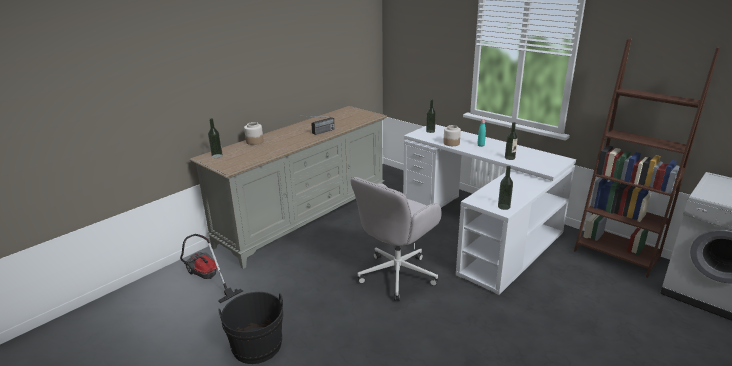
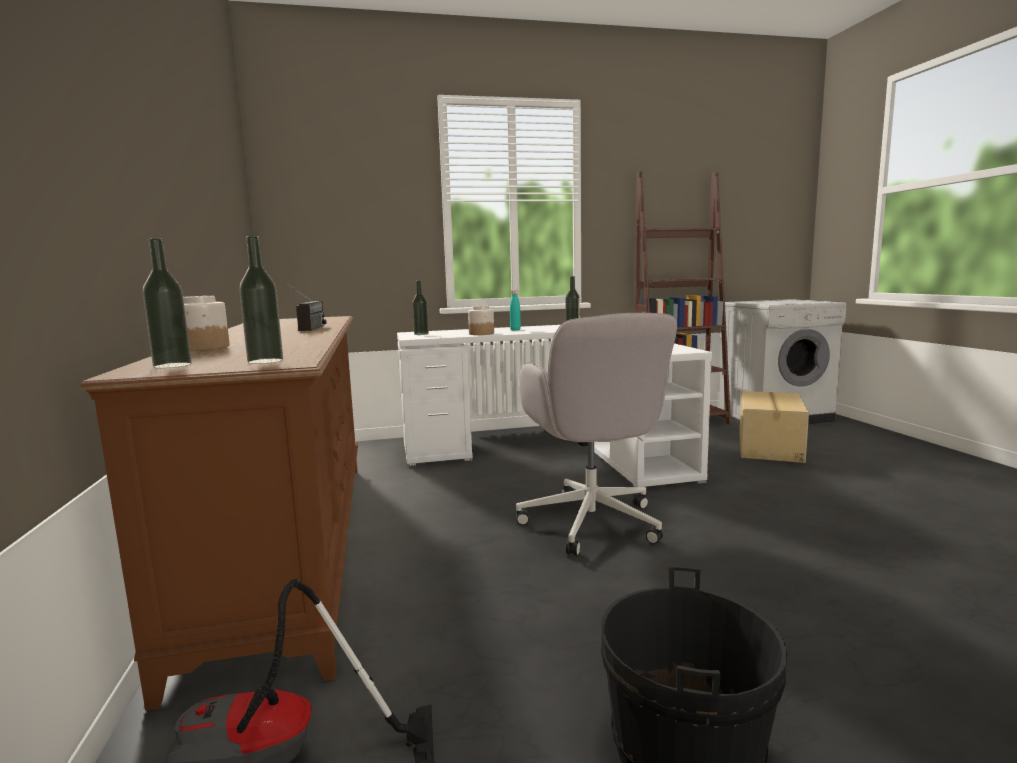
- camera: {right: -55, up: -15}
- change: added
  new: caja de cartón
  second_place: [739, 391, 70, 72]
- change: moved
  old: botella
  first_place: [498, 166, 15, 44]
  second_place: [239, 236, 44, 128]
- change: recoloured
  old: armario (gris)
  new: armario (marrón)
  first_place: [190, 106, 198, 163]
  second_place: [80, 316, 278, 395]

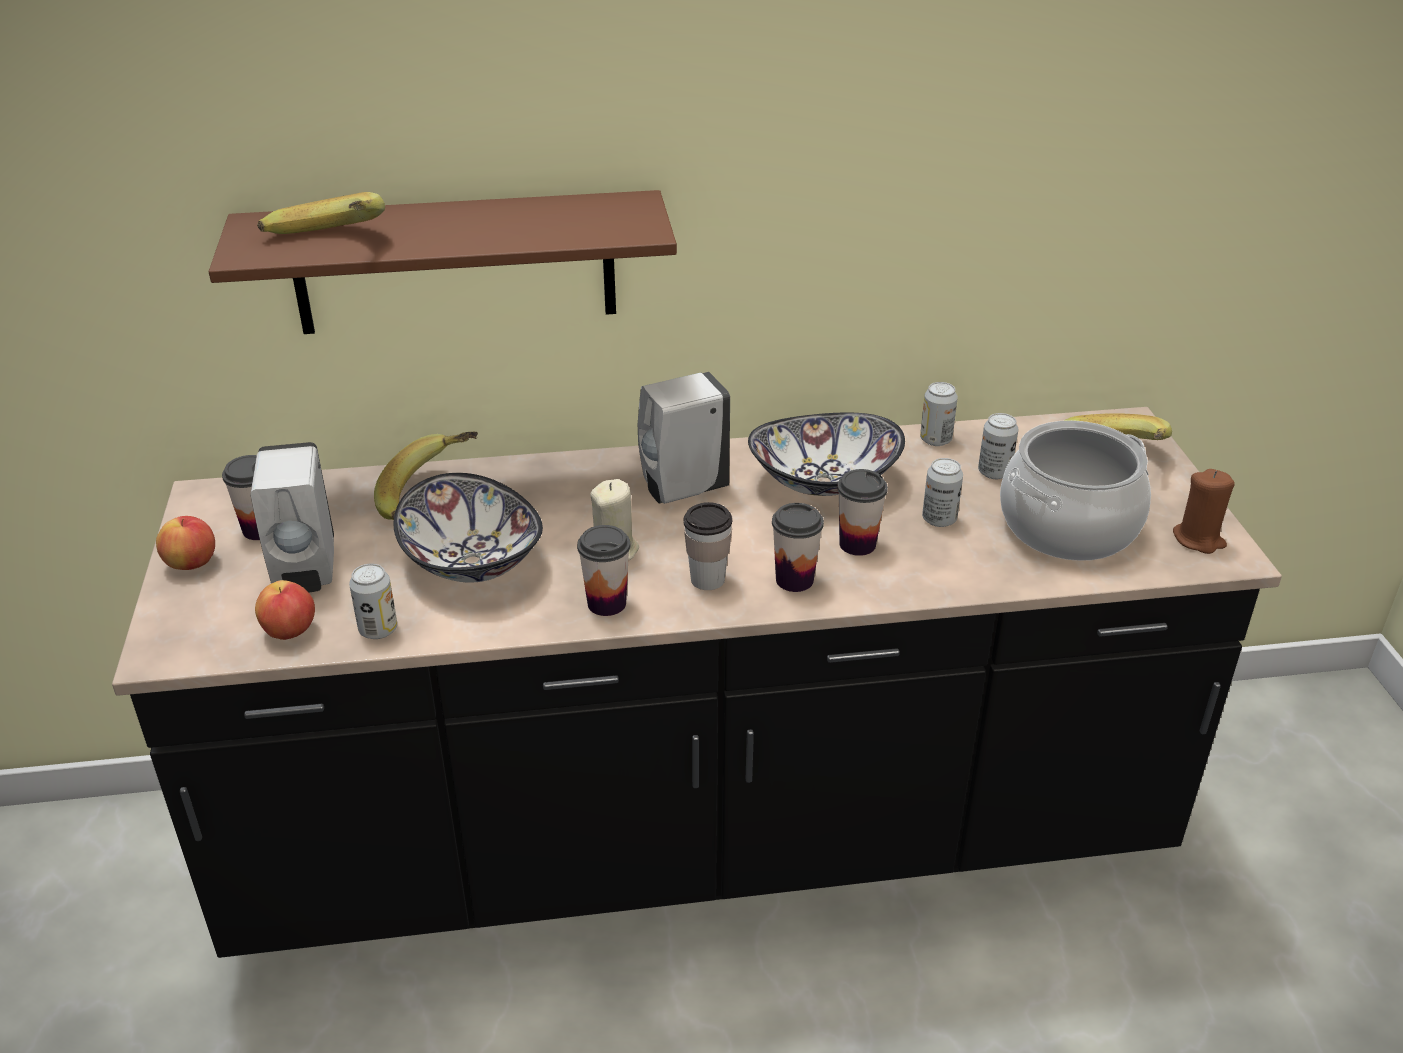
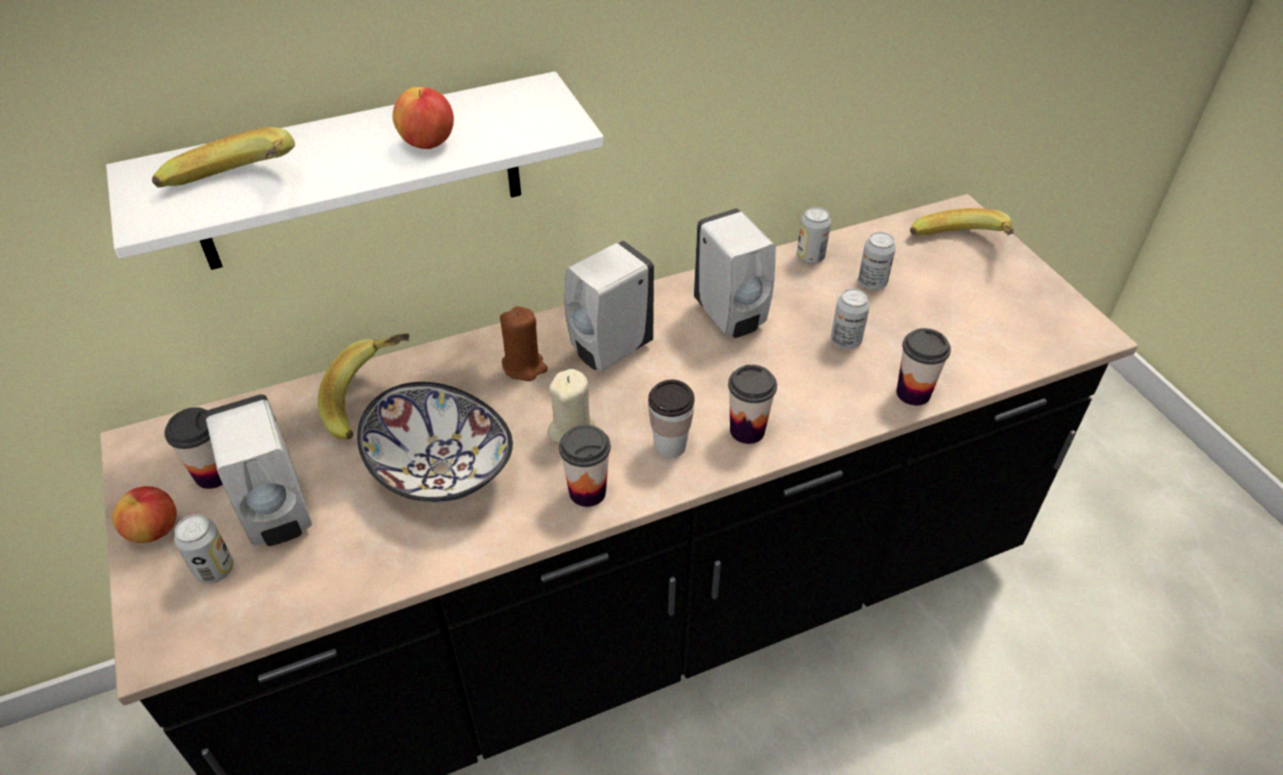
- camera: {right: -15, up: 10}
- change: removed
  old: olla
  first_place: [1000, 420, 151, 141]
- change: moved
  old: manzana
  first_place: [255, 580, 60, 60]
  second_place: [393, 87, 61, 62]
- change: moved
  old: lata
  first_place: [349, 564, 48, 75]
  second_place: [174, 514, 59, 70]
- change: moved
  old: taza
  first_place: [837, 469, 51, 87]
  second_place: [896, 328, 55, 78]
- change: moved
  old: vela (marrón)
  first_place: [1173, 469, 62, 85]
  second_place: [500, 306, 48, 75]
- change: replaced
  old: cuenco
  new: dispensador de jabón (blanco)
  first_place: [748, 413, 157, 83]
  second_place: [694, 208, 82, 130]
- change: recoloured
  old: estante (marrón)
  new: estante (blanco)
  first_place: [209, 190, 468, 144]
  second_place: [106, 71, 498, 199]

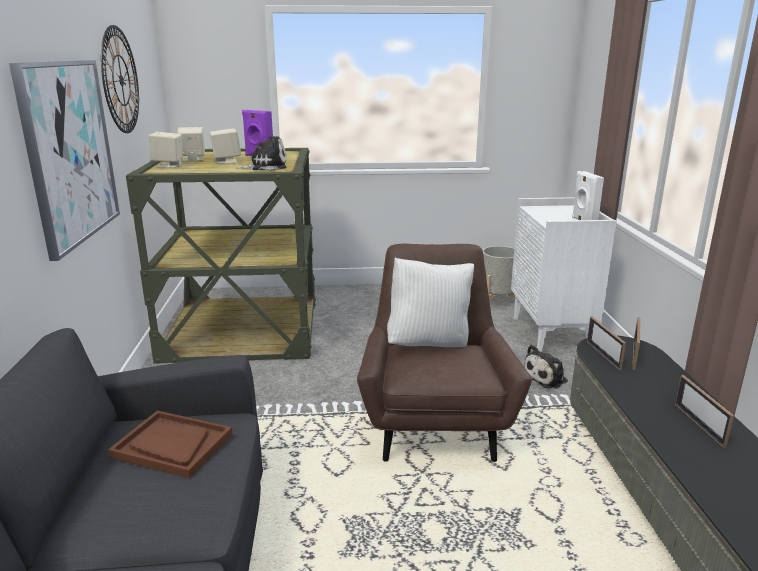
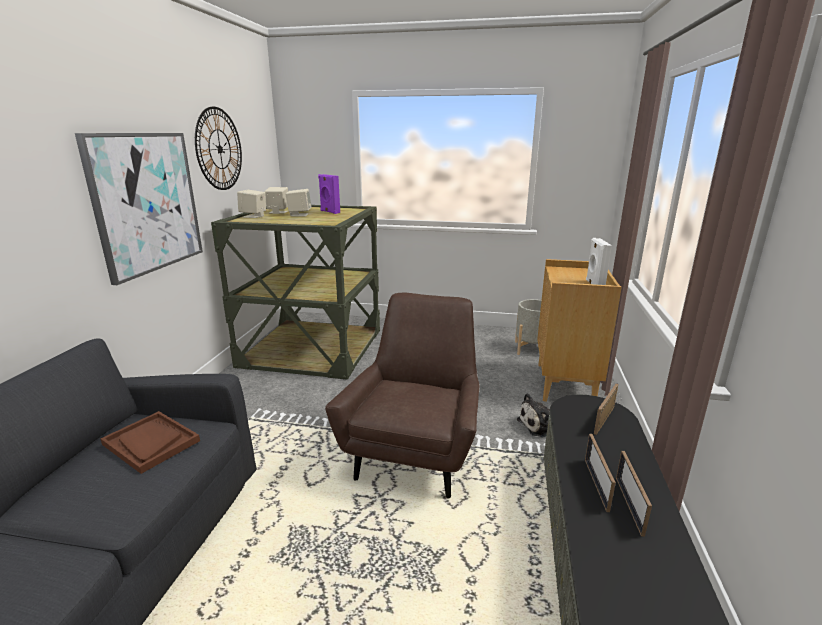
- camera: {right: 15, up: 0}
- change: removed
  old: peluche
  first_place: [236, 136, 50, 35]
- change: removed
  old: cojín (blanco)
  first_place: [387, 257, 87, 90]
- change: moved
  old: portarretratos
  first_place: [587, 317, 39, 53]
  second_place: [585, 434, 31, 78]
- change: recoloured
  old: armario (blanco)
  new: armario (marrón)
  first_place: [511, 197, 105, 155]
  second_place: [537, 259, 85, 143]

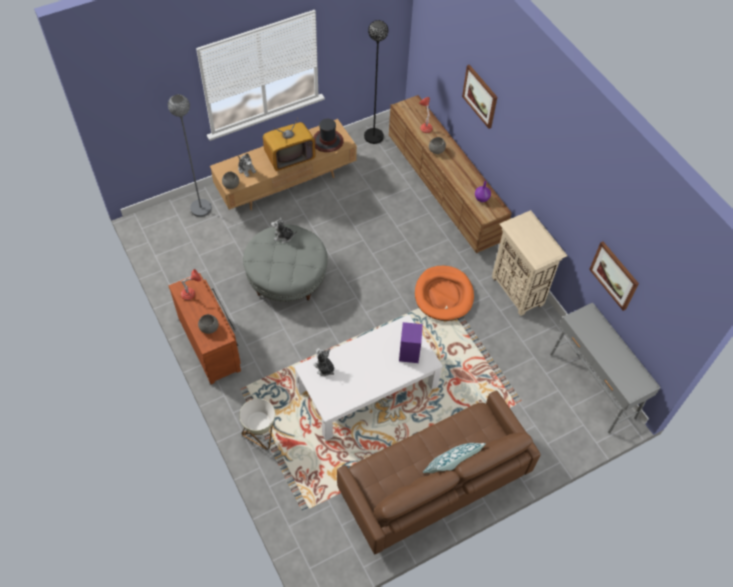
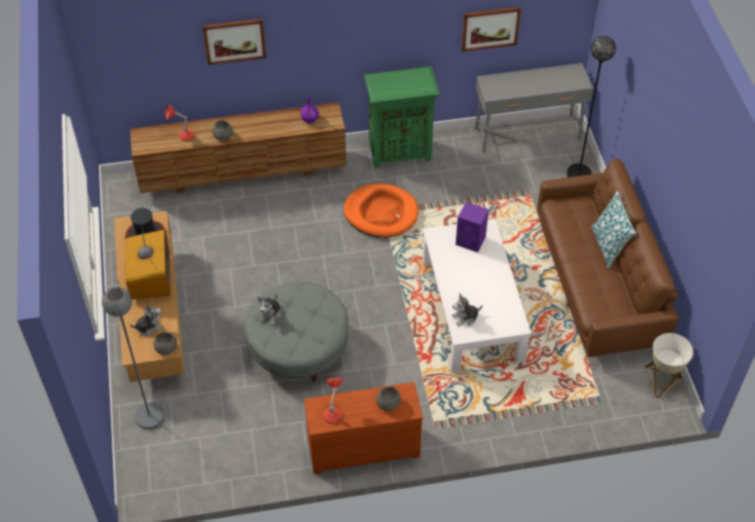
- camera: {right: -70, up: -5}
- change: moved
  old: maceta
  first_place: [239, 398, 36, 52]
  second_place: [645, 333, 48, 65]
- change: moved
  old: lámpara de pie (negro)
  first_place: [364, 20, 24, 124]
  second_place: [567, 36, 49, 141]
- change: recoloured
  old: armario (beis)
  new: armario (verde)
  first_place: [492, 210, 75, 106]
  second_place: [364, 66, 76, 102]

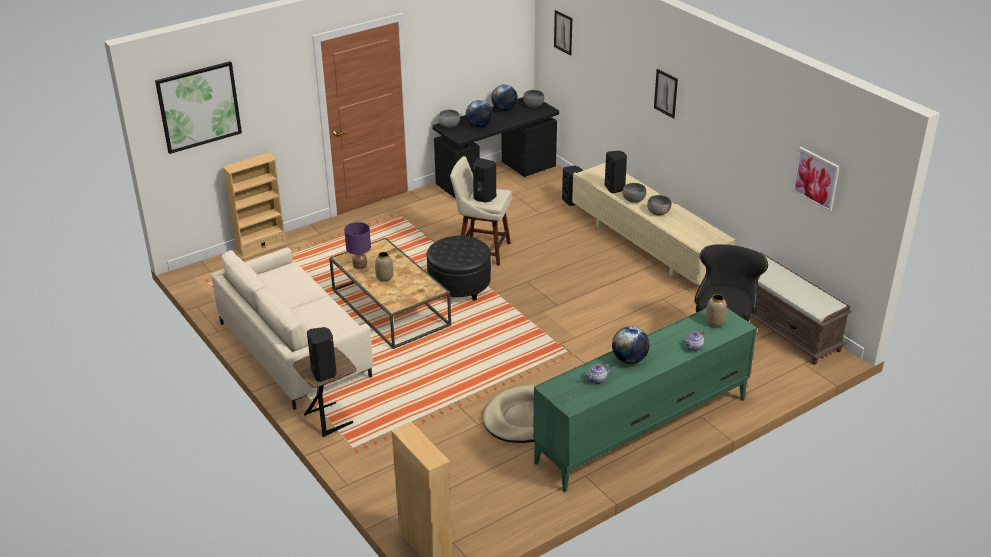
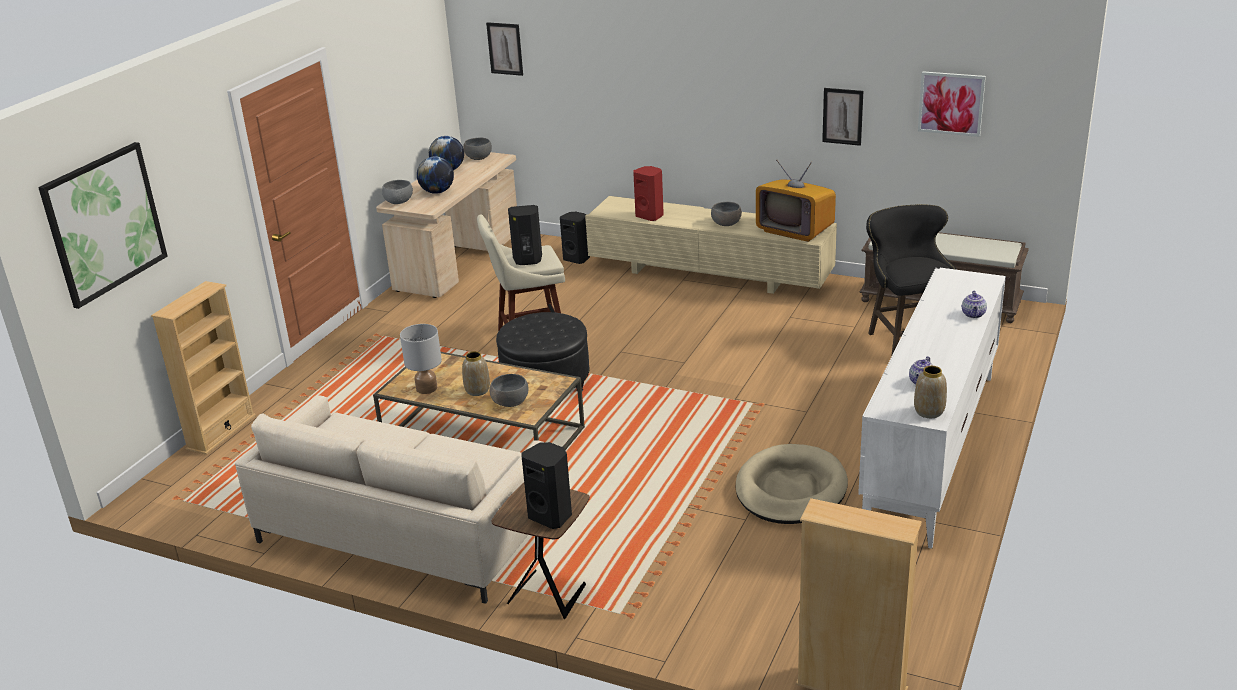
- camera: {right: -30, up: -5}
- change: removed
  old: globo terráqueo
  first_place: [612, 326, 37, 38]
- change: added
  new: televisor
  second_place: [756, 160, 80, 82]
- change: moved
  old: cuenco (gris)
  first_place: [622, 183, 24, 20]
  second_place: [489, 374, 40, 33]
- change: moved
  old: cuadro
  first_place: [654, 69, 24, 50]
  second_place: [822, 88, 41, 58]
- change: moved
  old: florero
  first_place: [705, 294, 22, 34]
  second_place: [914, 366, 33, 52]
- change: recoloured
  old: lámpara de mesa (morado)
  new: lámpara de mesa (gris)
  first_place: [344, 222, 27, 47]
  second_place: [400, 324, 42, 70]
- change: recoloured
  old: escritorio (negro)
  new: escritorio (beis)
  first_place: [432, 97, 127, 102]
  second_place: [376, 152, 141, 146]
- change: recoloured
  old: armario (verde)
  new: armario (blanco)
  first_place: [533, 308, 224, 184]
  second_place: [858, 268, 148, 281]
- change: recoloured
  old: altavoz (negro)
  new: altavoz (rojo)
  first_place: [605, 151, 22, 42]
  second_place: [633, 166, 31, 55]

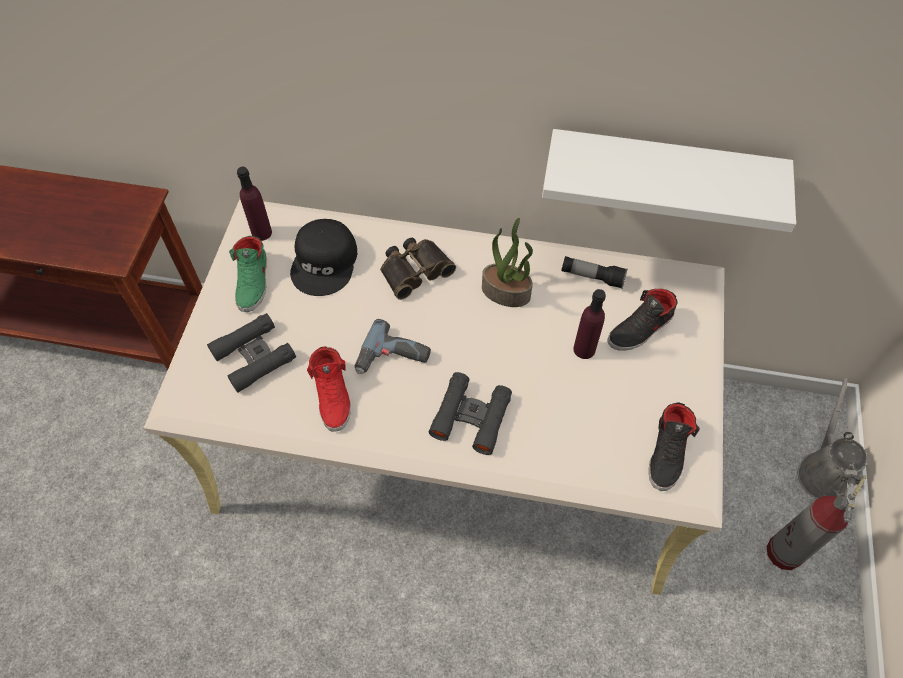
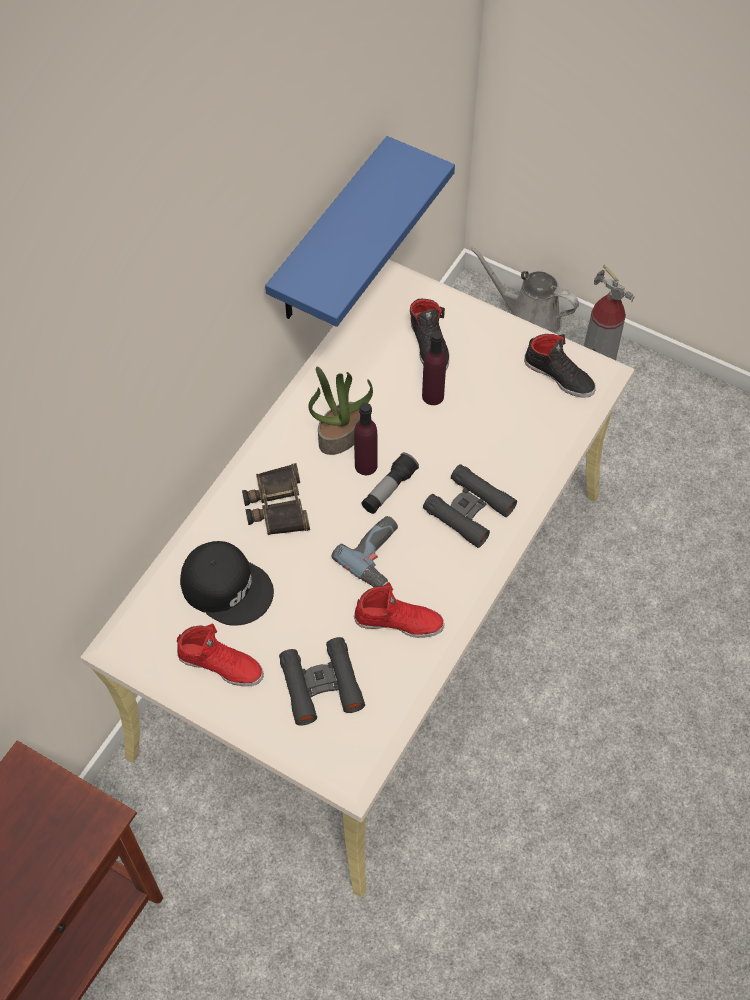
- camera: {right: -70, up: 0}
- change: moved
  old: botella (morado)
  first_place: [237, 167, 35, 74]
  second_place: [354, 403, 24, 72]
- change: moved
  old: linterna
  first_place: [561, 256, 67, 33]
  second_place: [361, 453, 58, 61]
- change: recoloured
  old: zapato (verde)
  new: zapato (rojo)
  first_place: [229, 236, 38, 76]
  second_place: [177, 624, 87, 62]
- change: recoloured
  old: estante (blanco)
  new: estante (azul)
  first_place: [542, 129, 254, 103]
  second_place: [265, 136, 190, 191]

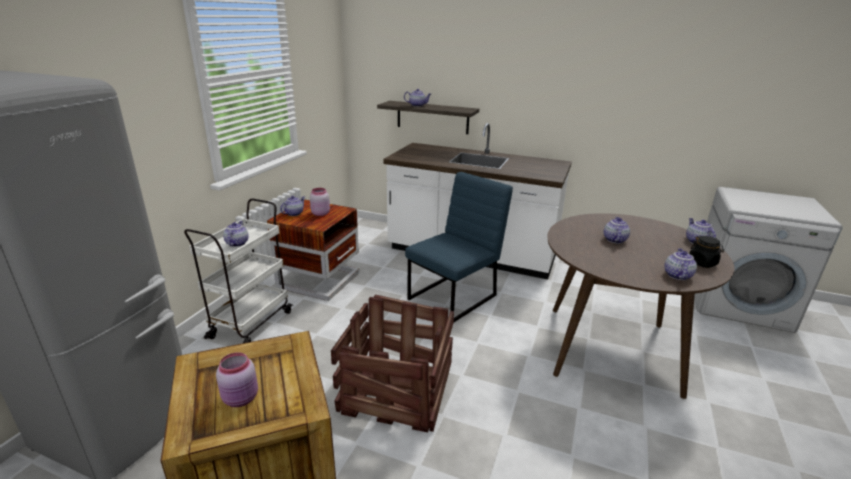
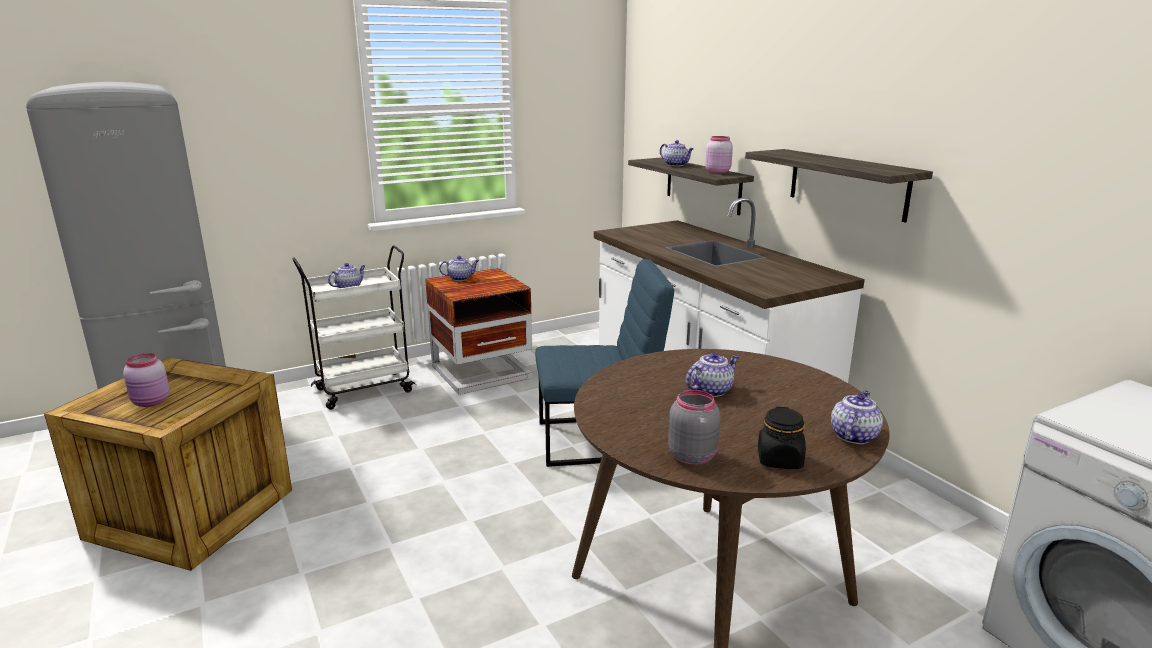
- camera: {right: 40, up: -5}
- change: removed
  old: caja de embalaje
  first_place: [331, 294, 123, 138]
- change: added
  new: estante
  second_place: [745, 149, 188, 74]
- change: moved
  old: tarro (rosa)
  first_place: [310, 188, 20, 28]
  second_place: [705, 136, 28, 38]
- change: replaced
  old: tetera
  new: tarro (gris)
  first_place: [665, 248, 32, 32]
  second_place: [668, 390, 52, 75]

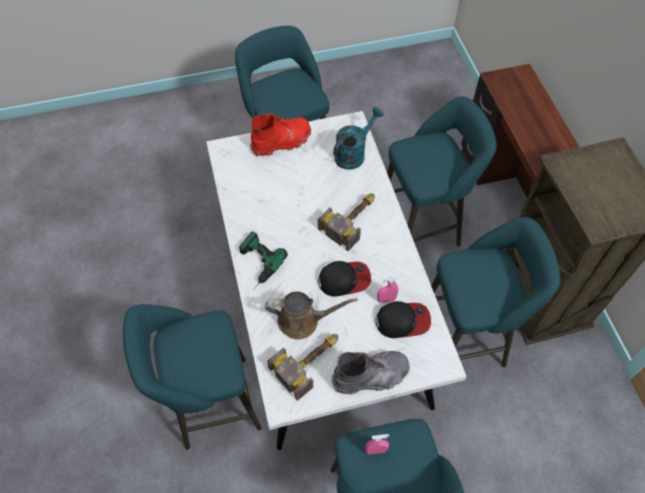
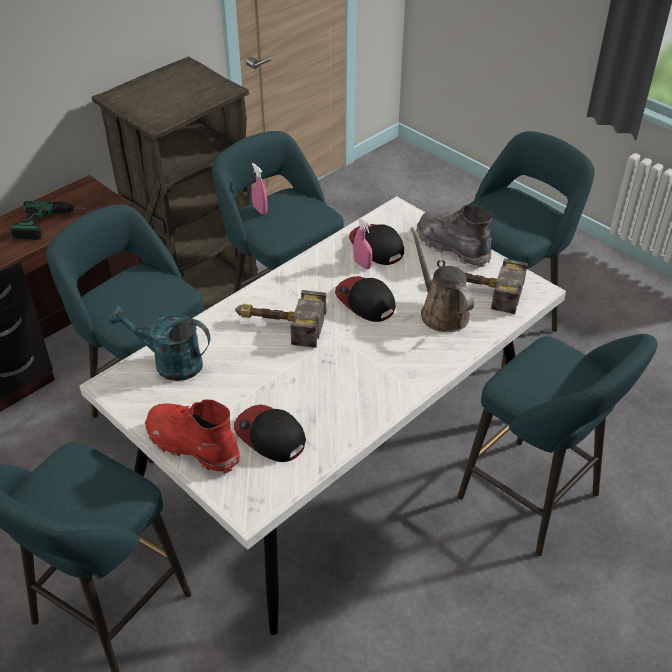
- camera: {right: -120, up: -15}
- change: added
  new: gorra
  second_place: [234, 404, 72, 58]
- change: moved
  old: taladro
  first_place: [239, 231, 49, 60]
  second_place: [11, 201, 74, 39]
- change: moved
  old: pulverizador (rosa)
  first_place: [365, 434, 24, 21]
  second_place: [251, 163, 17, 52]

